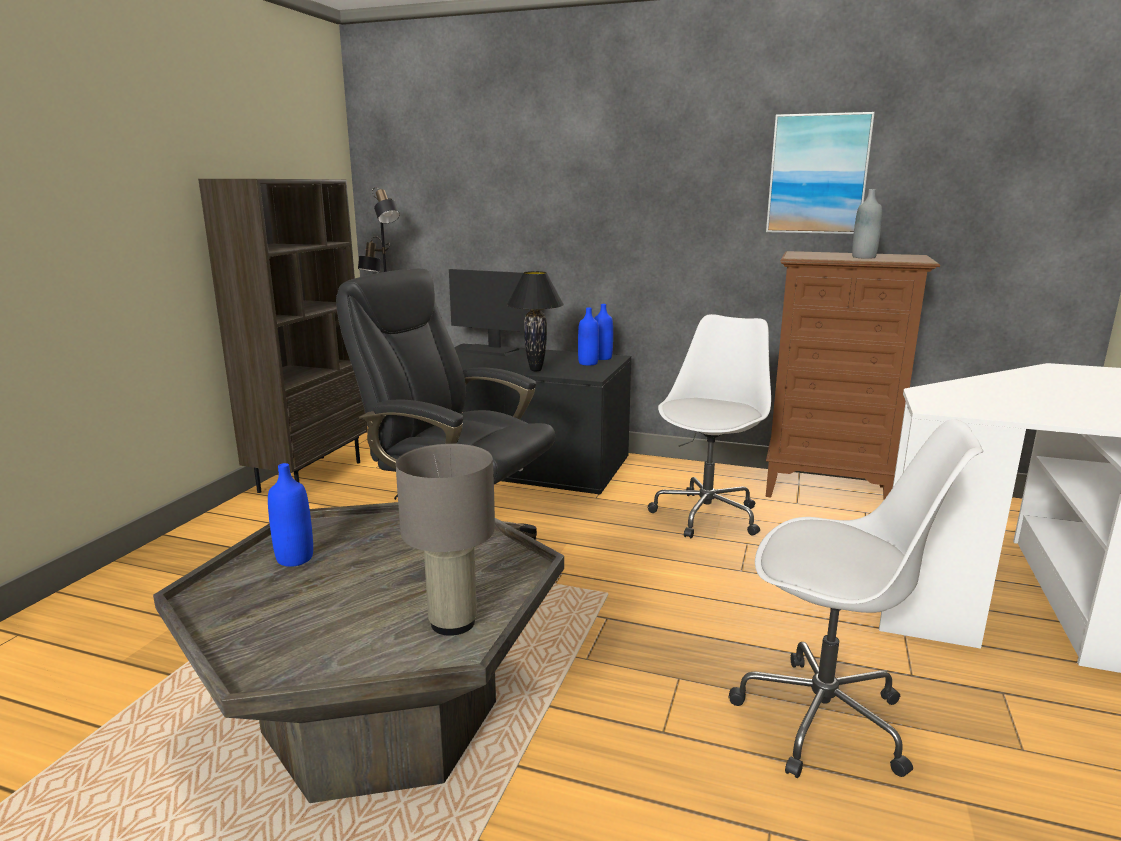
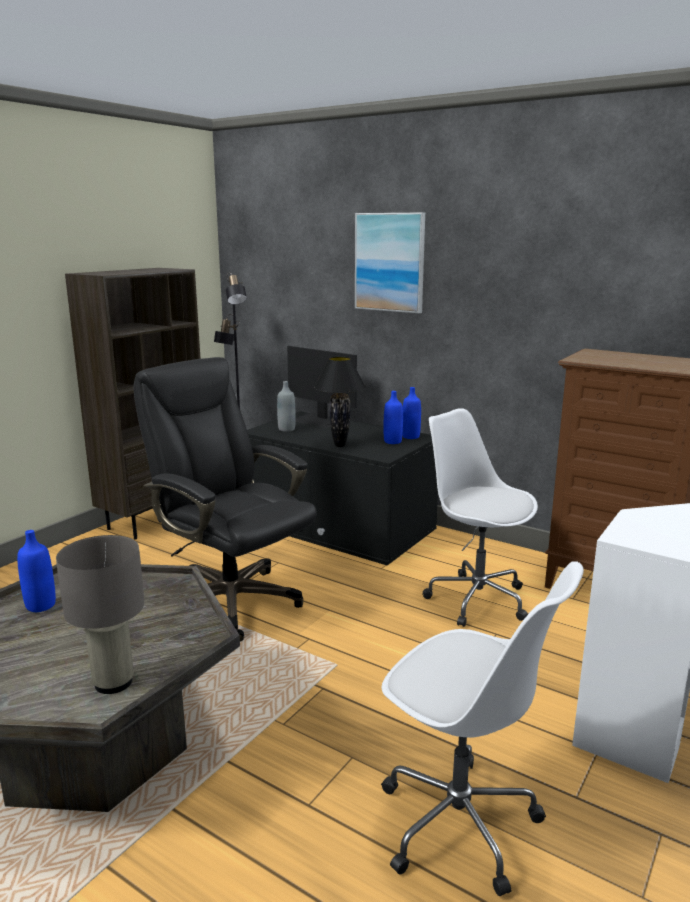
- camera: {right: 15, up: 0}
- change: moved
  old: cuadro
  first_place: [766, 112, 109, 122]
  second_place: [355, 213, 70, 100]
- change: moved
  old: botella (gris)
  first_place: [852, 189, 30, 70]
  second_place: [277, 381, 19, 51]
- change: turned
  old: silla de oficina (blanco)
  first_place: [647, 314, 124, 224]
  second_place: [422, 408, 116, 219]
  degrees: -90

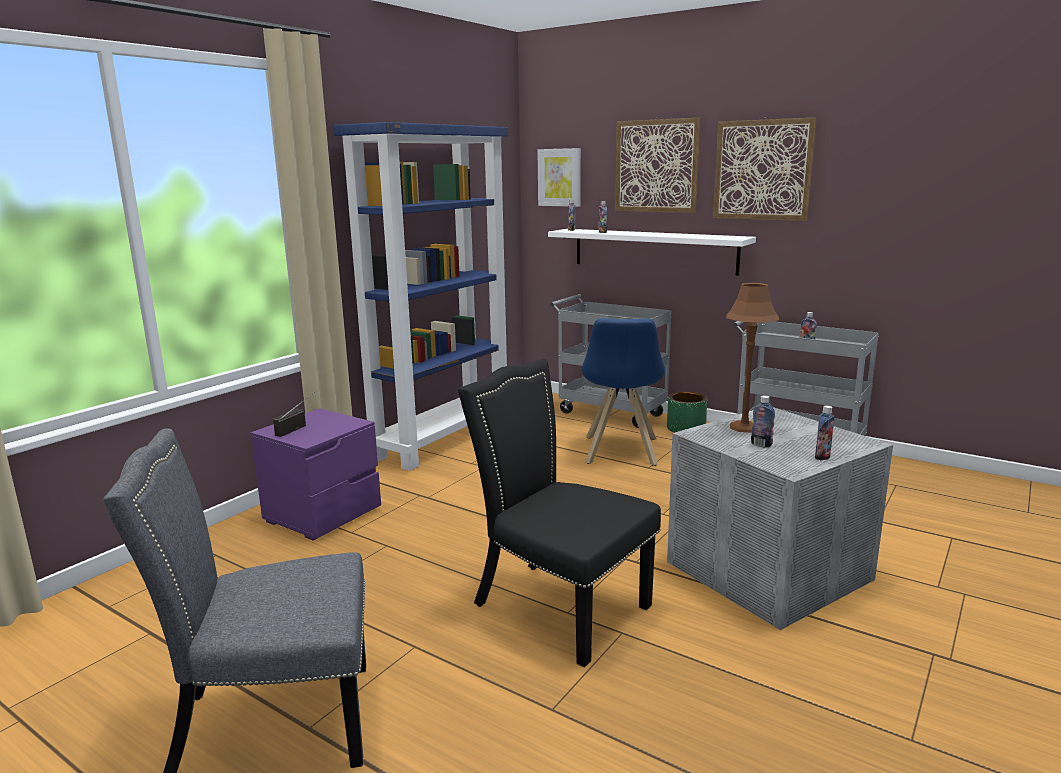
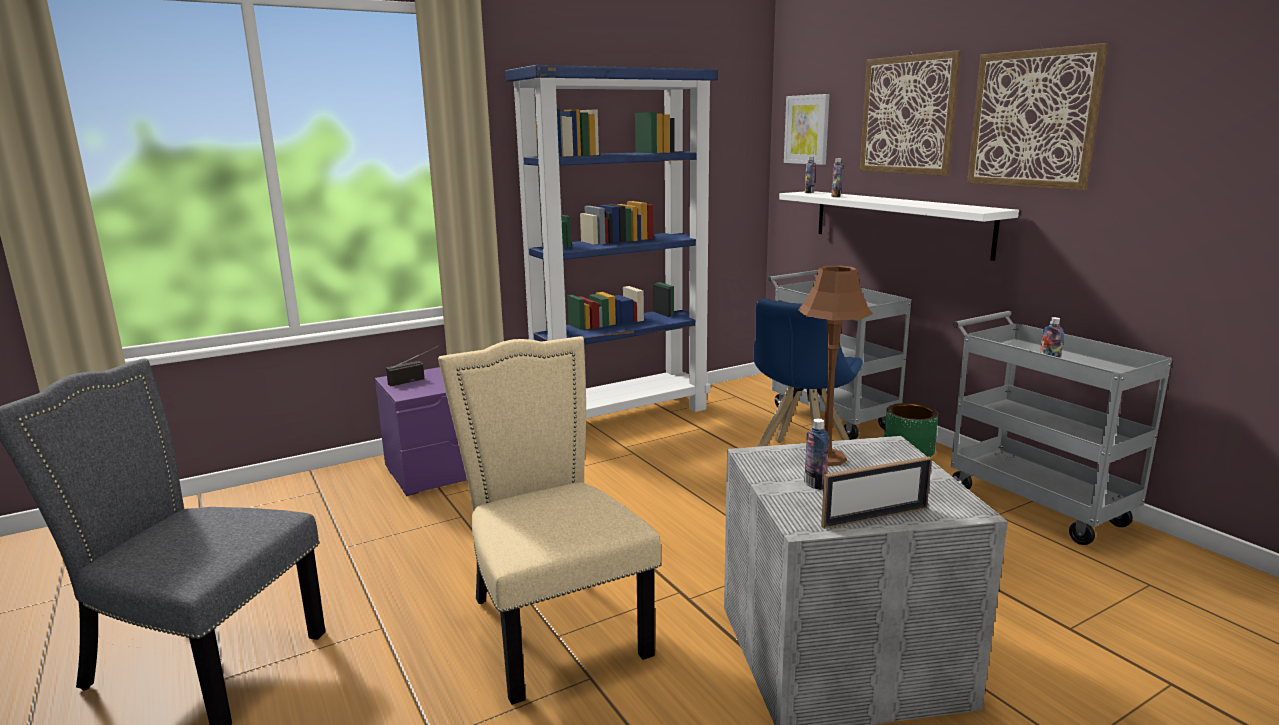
- camera: {right: 25, up: 0}
- change: replaced
  old: botella
  new: portarretratos
  first_place: [815, 405, 20, 55]
  second_place: [821, 456, 111, 73]
- change: recoloured
  old: silla (negro)
  new: silla (beis)
  first_place: [458, 359, 203, 308]
  second_place: [438, 336, 223, 369]

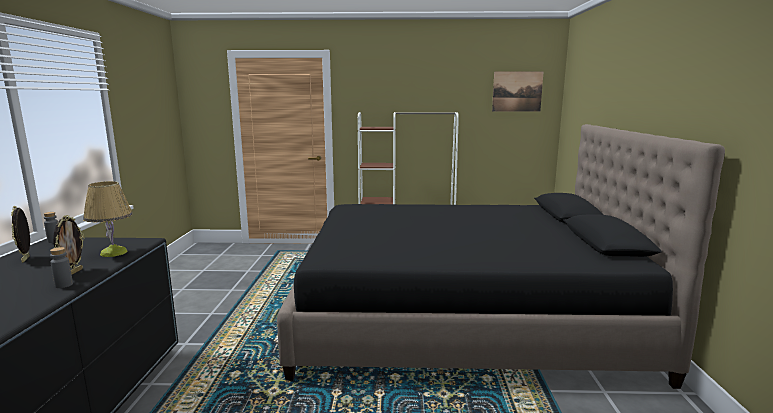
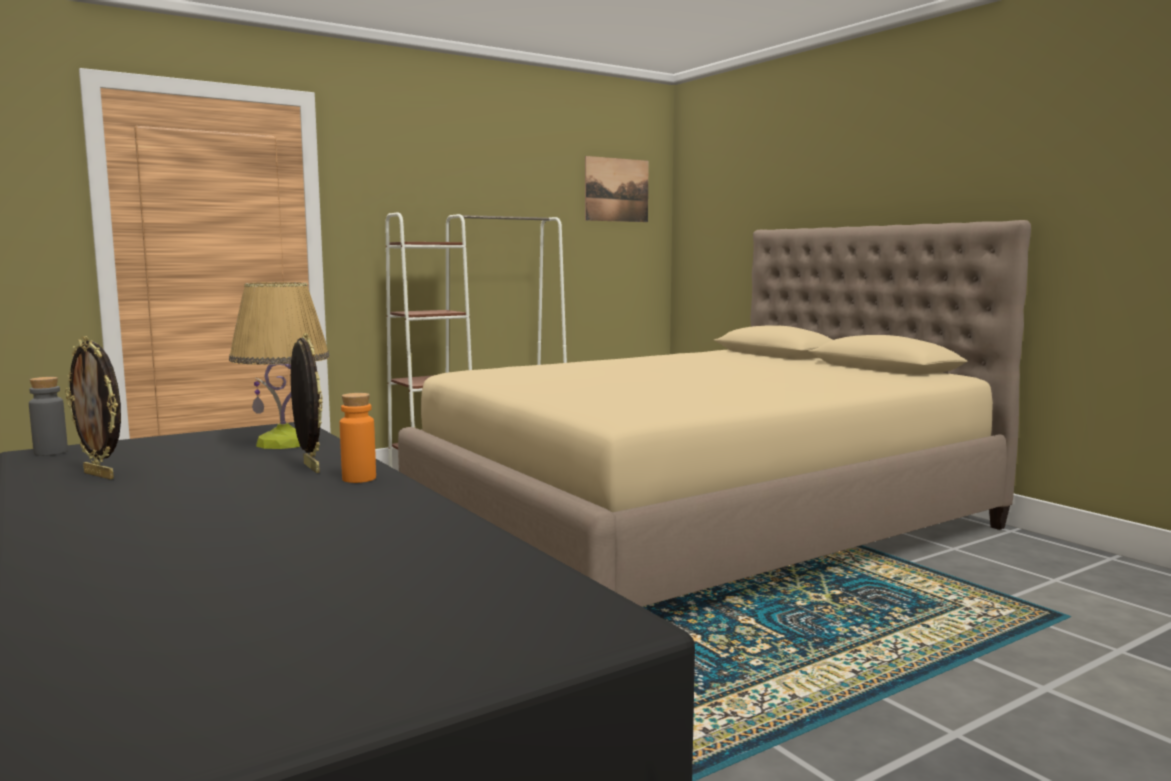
- camera: {right: -35, up: -5}
- change: recoloured
  old: botella (gris)
  new: botella (naranja)
  first_place: [50, 247, 23, 41]
  second_place: [340, 393, 36, 90]
- change: recoloured
  old: cama (negro)
  new: cama (beis)
  first_place: [277, 124, 448, 265]
  second_place: [398, 220, 633, 387]

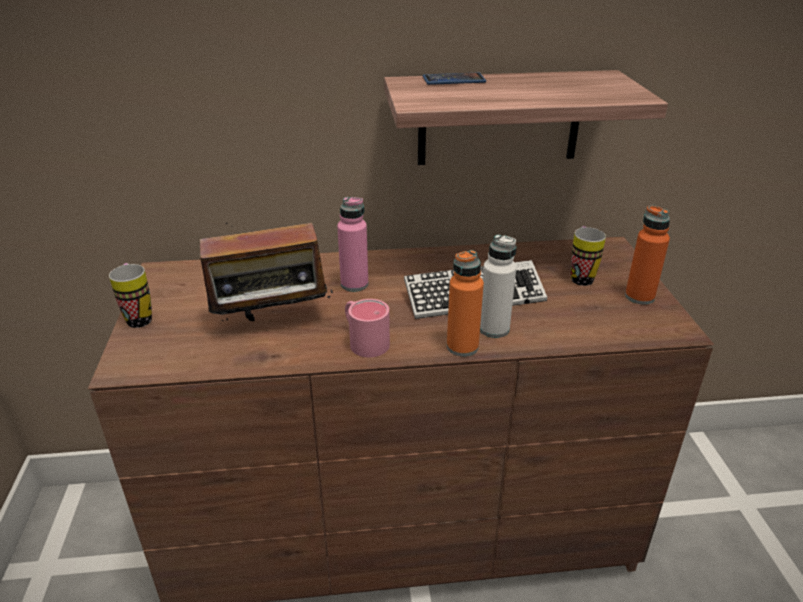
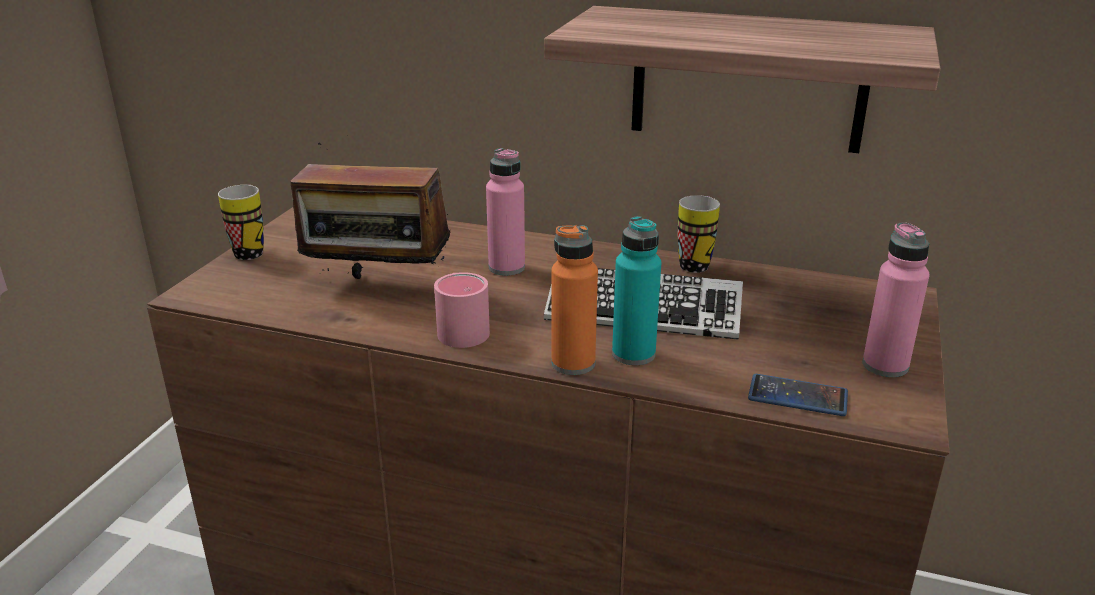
- camera: {right: 25, up: -5}
- change: moved
  old: móvil
  first_place: [423, 73, 63, 12]
  second_place: [748, 374, 100, 42]
- change: moved
  old: taza grande
  first_place: [571, 226, 35, 60]
  second_place: [678, 195, 42, 78]
- change: recoloured
  old: botella (blanco)
  new: botella (turquesa)
  first_place: [480, 234, 37, 104]
  second_place: [612, 216, 49, 149]
- change: recoloured
  old: botella (naranja)
  new: botella (rosa)
  first_place: [625, 205, 45, 99]
  second_place: [863, 222, 67, 155]

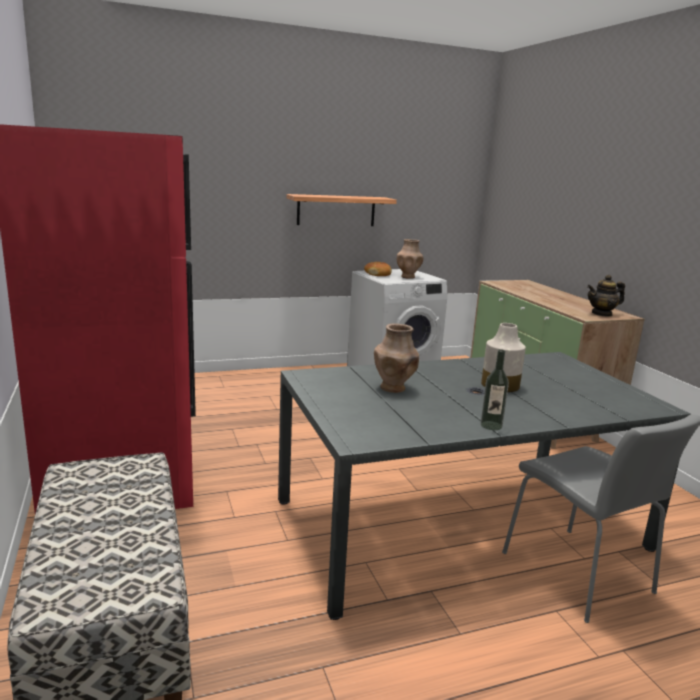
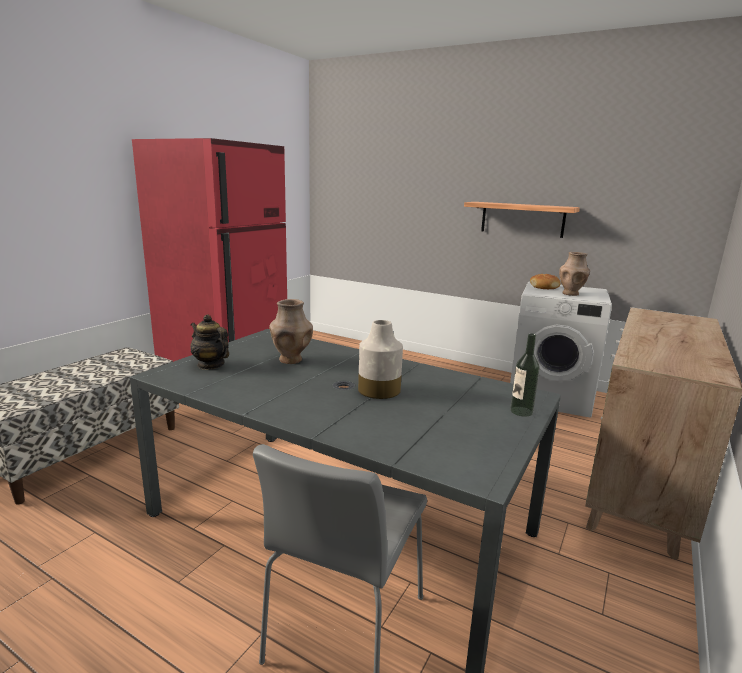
- camera: {right: 50, up: 0}
- change: moved
  old: botella
  first_place: [481, 349, 28, 81]
  second_place: [510, 333, 30, 84]
- change: moved
  old: tetera
  first_place: [587, 275, 38, 42]
  second_place: [190, 314, 39, 56]

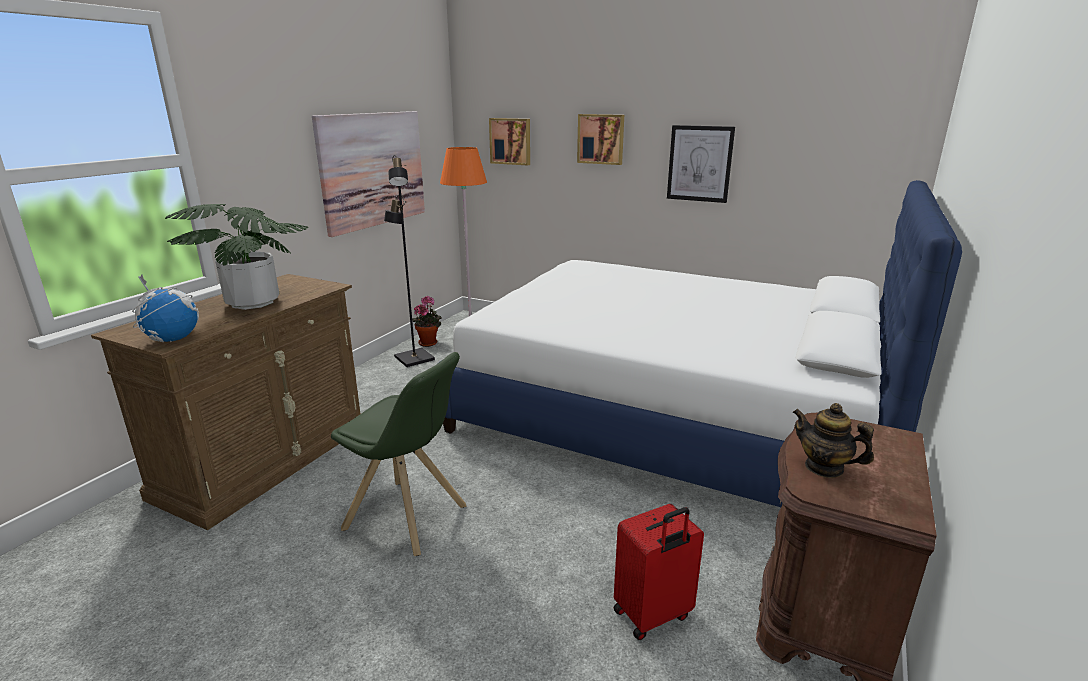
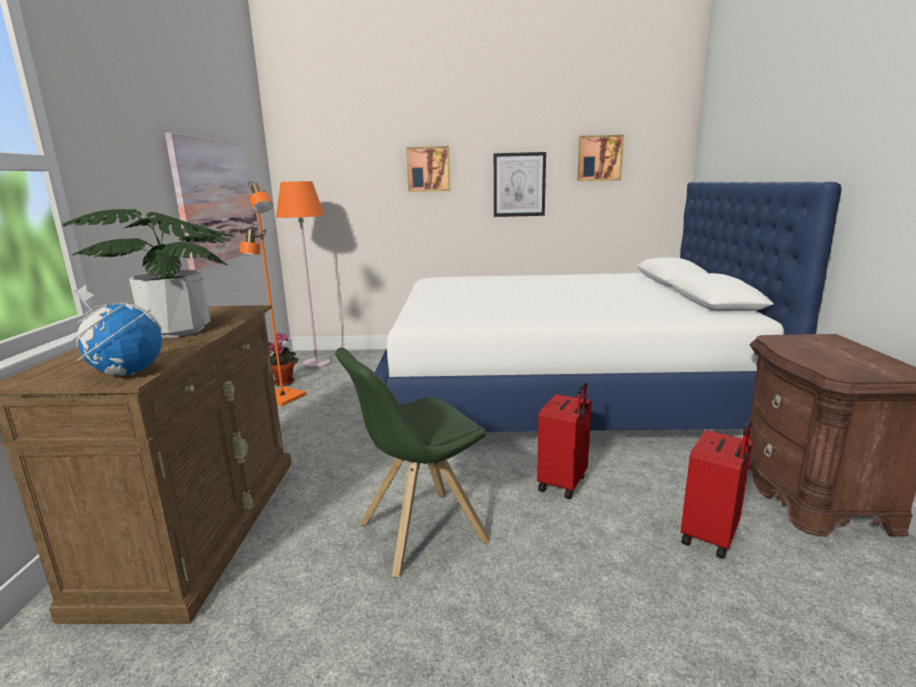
- camera: {right: -25, up: -5}
- change: removed
  old: tetera
  first_place: [793, 403, 81, 75]
- change: added
  new: maleta (rojo)
  second_place: [537, 382, 55, 117]
- change: moved
  old: cuadro
  first_place: [489, 118, 41, 48]
  second_place: [577, 135, 47, 46]
- change: recoloured
  old: lámpara de pie (negro)
  new: lámpara de pie (naranja)
  first_place: [384, 155, 51, 212]
  second_place: [240, 181, 66, 225]
- change: turned
  old: silla (verde)
  first_place: [331, 352, 136, 204]
  second_place: [335, 348, 155, 230]
  degrees: 150

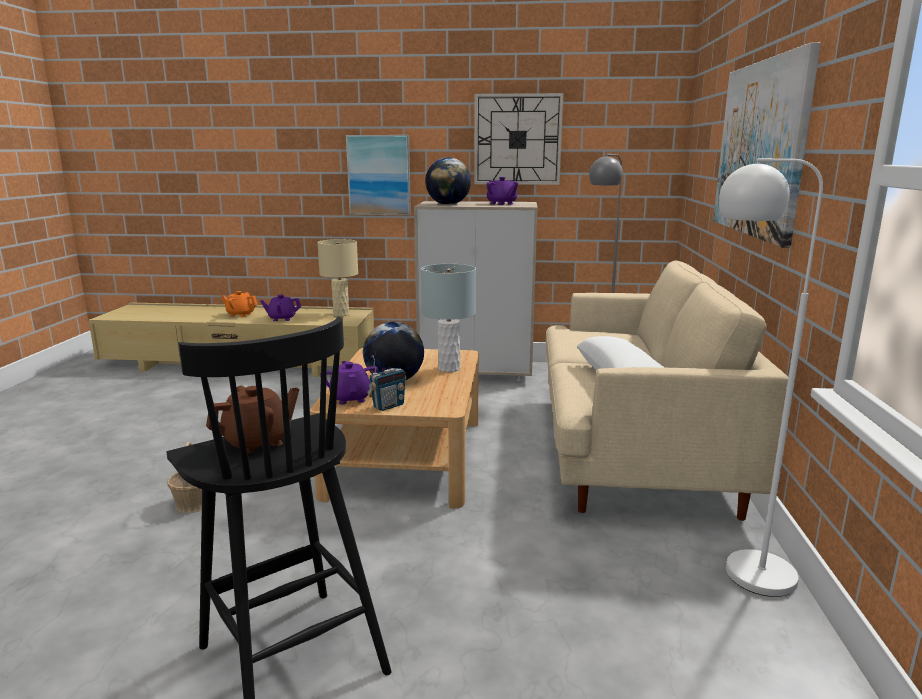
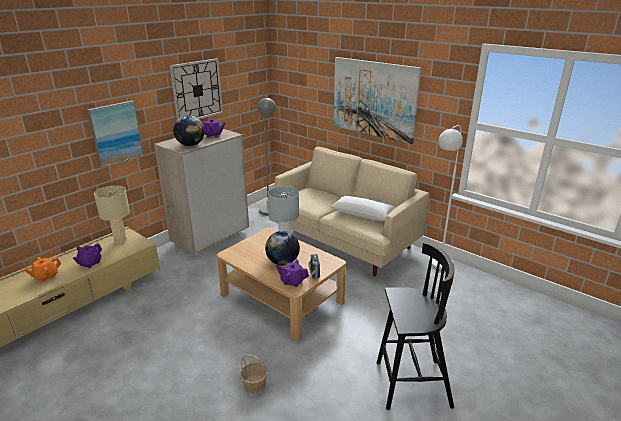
- camera: {right: -55, up: 10}
- change: removed
  old: tetera (marrón)
  first_place: [206, 386, 93, 68]

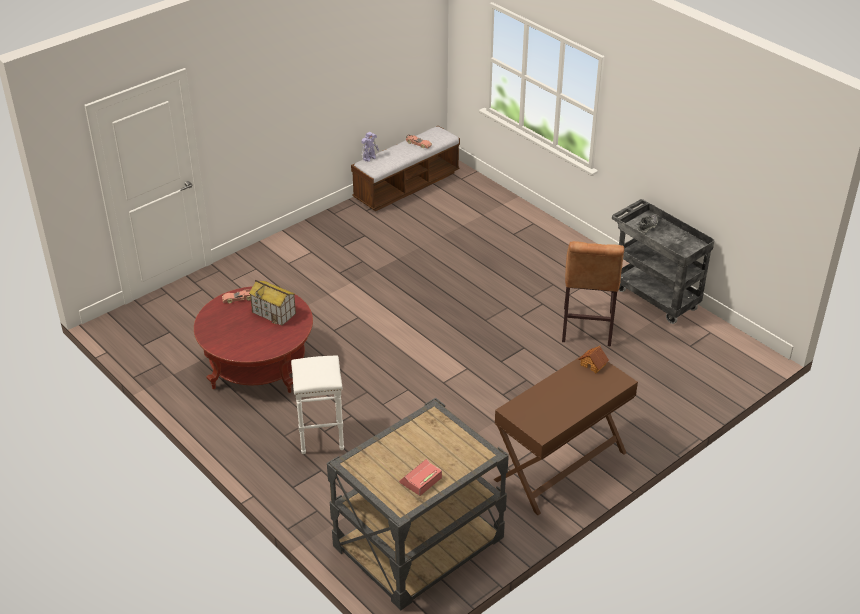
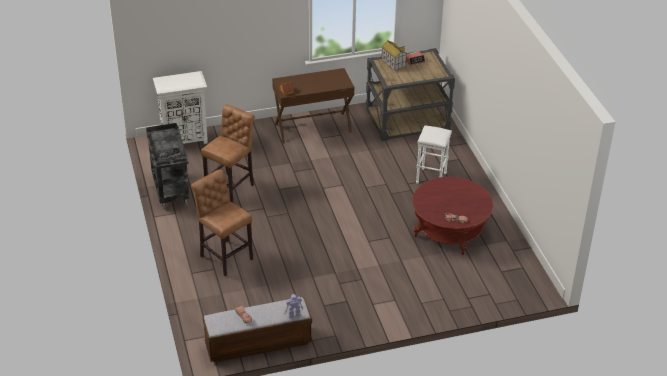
- camera: {right: -155, up: 0}
- change: added
  new: armario (blanco)
  second_place: [153, 71, 55, 73]
- change: added
  new: taburete (marrón)
  second_place: [191, 169, 62, 107]
- change: moved
  old: casita
  first_place: [249, 280, 47, 46]
  second_place: [381, 40, 26, 31]

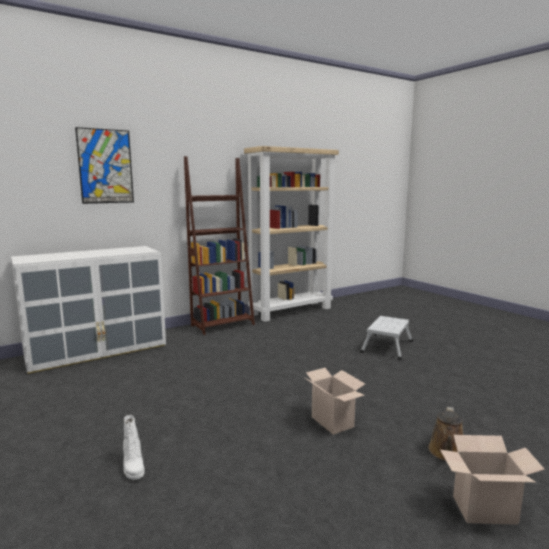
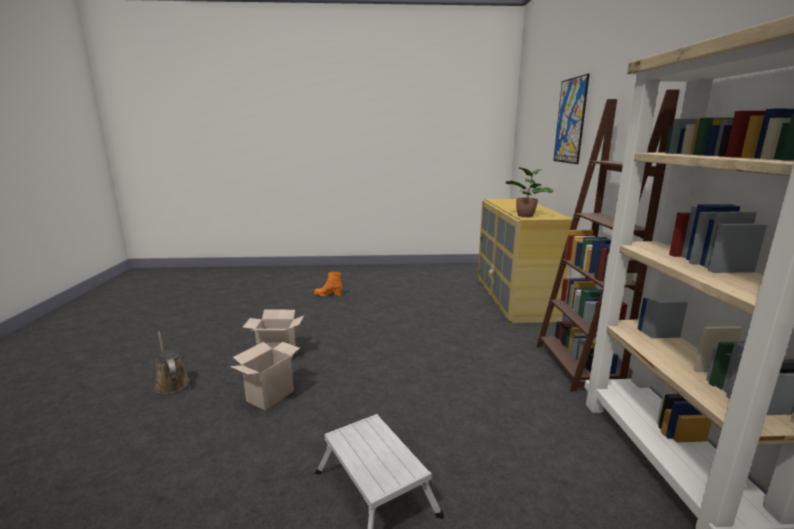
- camera: {right: 120, up: 5}
- change: added
  new: planta en maceta
  second_place: [505, 167, 49, 50]
- change: moved
  old: caja de cartón
  first_place: [440, 435, 105, 90]
  second_place: [230, 342, 70, 68]
- change: recoloured
  old: armario (blanco)
  new: armario (amarillo)
  first_place: [11, 246, 155, 128]
  second_place: [478, 199, 95, 124]
- change: recoloured
  old: bota (blanco)
  new: bota (naranja)
  first_place: [123, 415, 22, 65]
  second_place: [314, 272, 28, 25]

